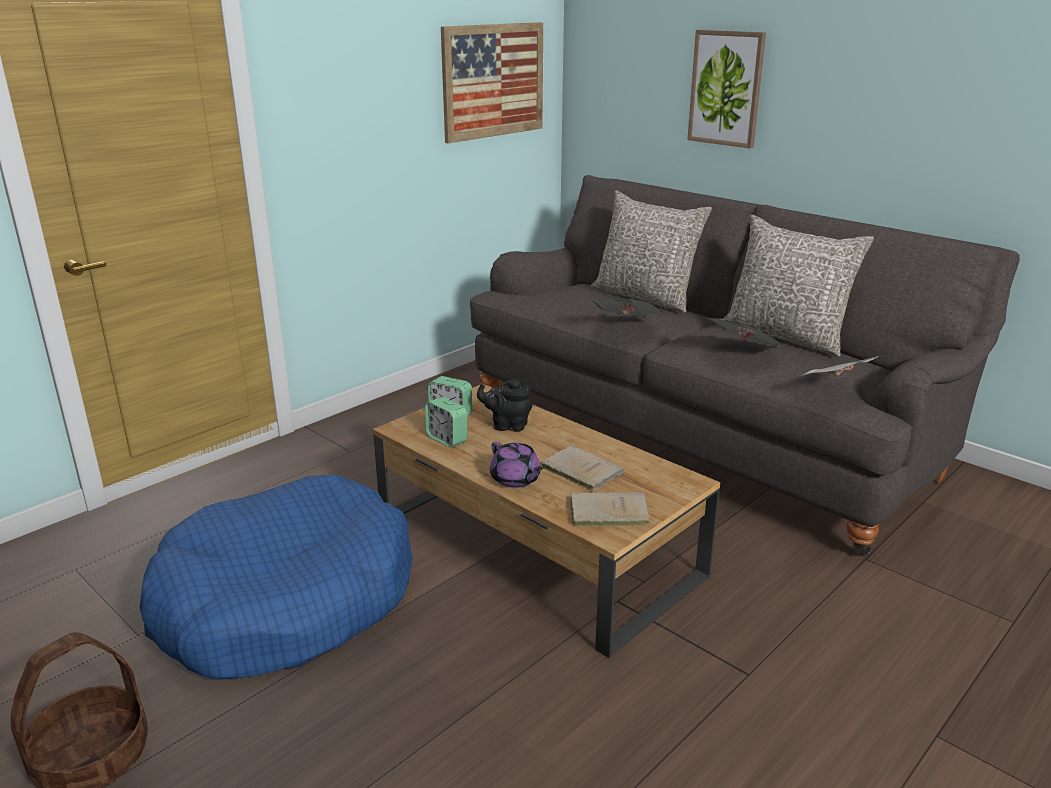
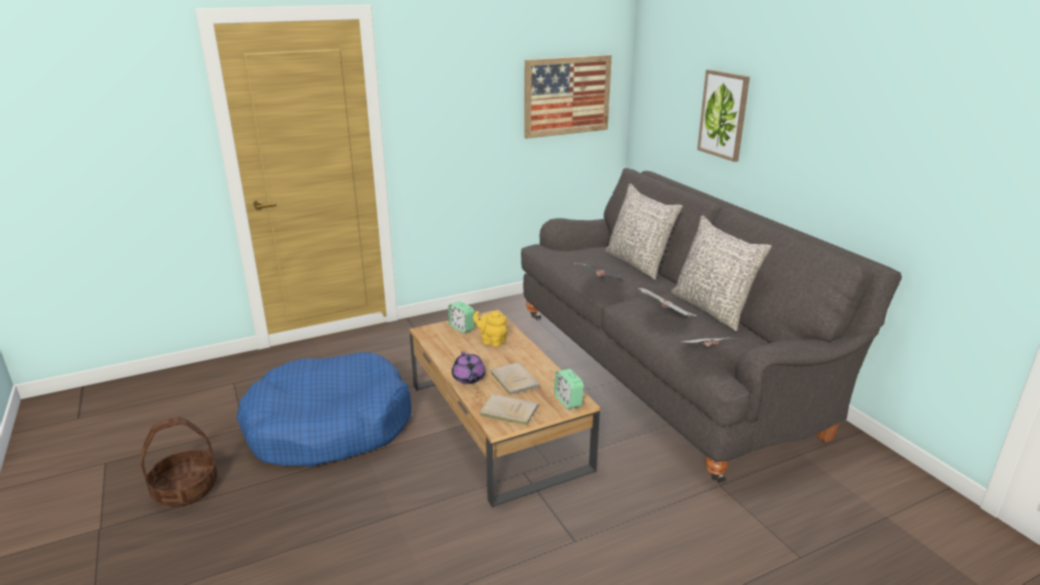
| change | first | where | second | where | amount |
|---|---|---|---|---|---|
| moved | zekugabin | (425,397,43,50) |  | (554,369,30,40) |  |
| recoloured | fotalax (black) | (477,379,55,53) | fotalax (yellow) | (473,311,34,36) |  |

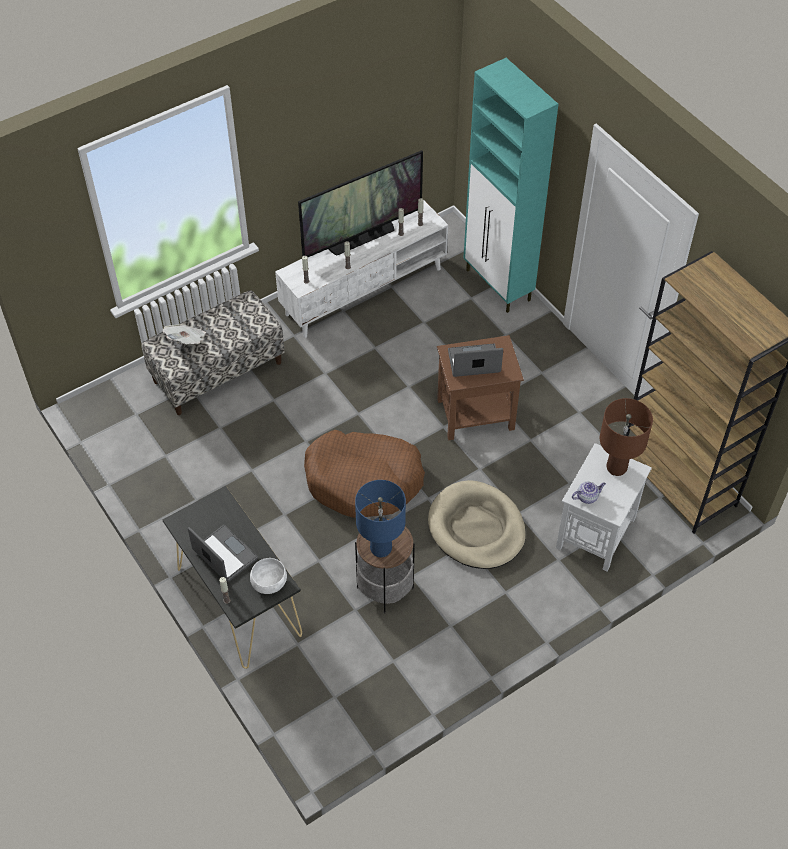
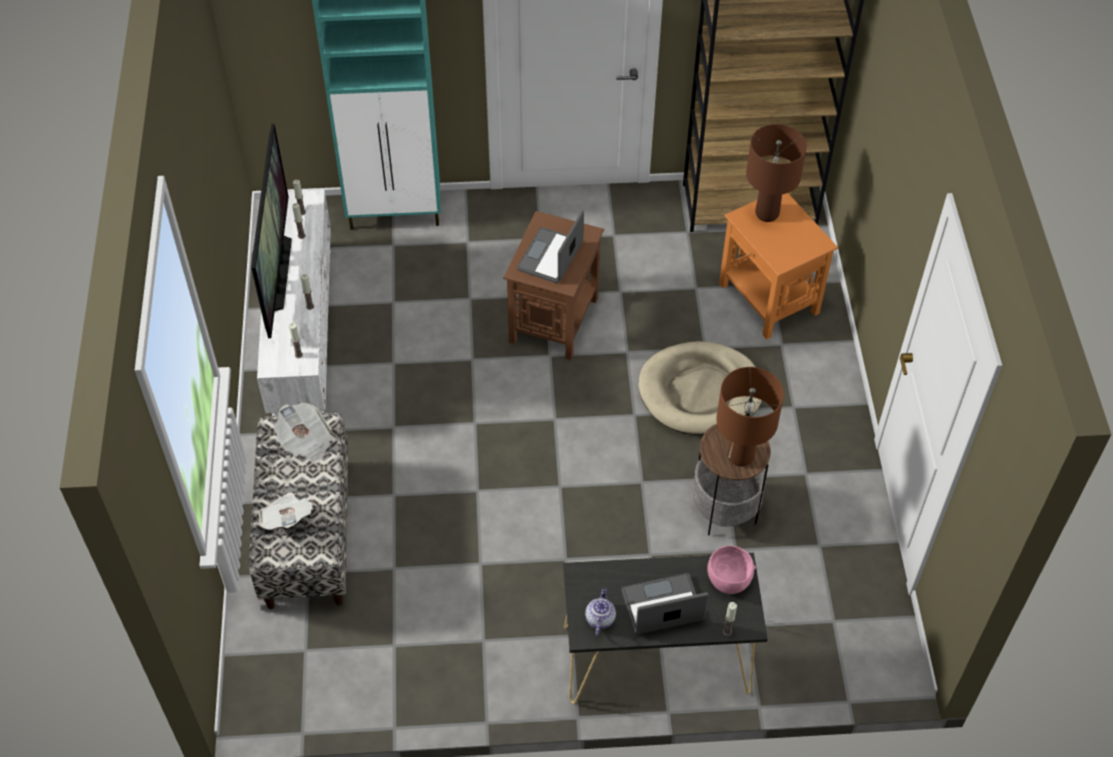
| change | first | where | second | where | amount |
|---|---|---|---|---|---|
| removed | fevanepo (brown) | (304,430,121,88) |  |  |  |
| added |  |  | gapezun | (274,403,60,61) |  |
| moved | fotalax | (572,482,34,22) |  | (585,587,31,49) |  |
| recoloured | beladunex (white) | (250,558,37,36) | beladunex (pink) | (707,546,49,48) |  |
| recoloured | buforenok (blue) | (355,480,51,77) | buforenok (brown) | (716,367,68,100) |  |
| recoloured | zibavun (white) | (556,443,96,128) | zibavun (orange) | (719,193,119,146) |  |

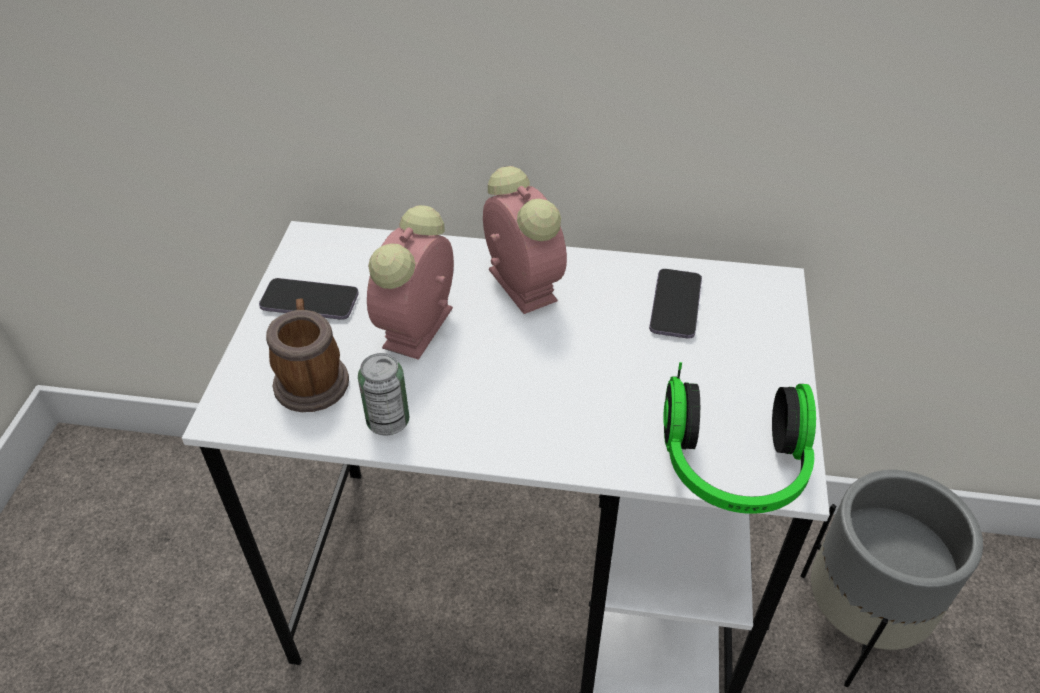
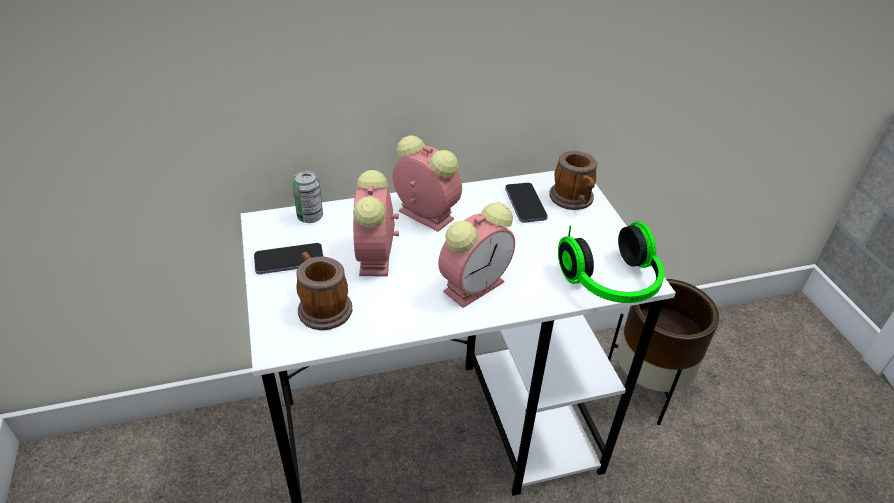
| change | first | where | second | where | amount |
|---|---|---|---|---|---|
| added |  |  | zekugabin | (438,202,77,106) |  |
| added |  |  | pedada | (549,151,48,59) |  |
| moved | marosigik | (358,353,51,82) |  | (292,171,31,52) |  |
| recoloured | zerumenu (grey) | (801,470,182,217) | zerumenu (brown) | (608,279,111,146) |  |

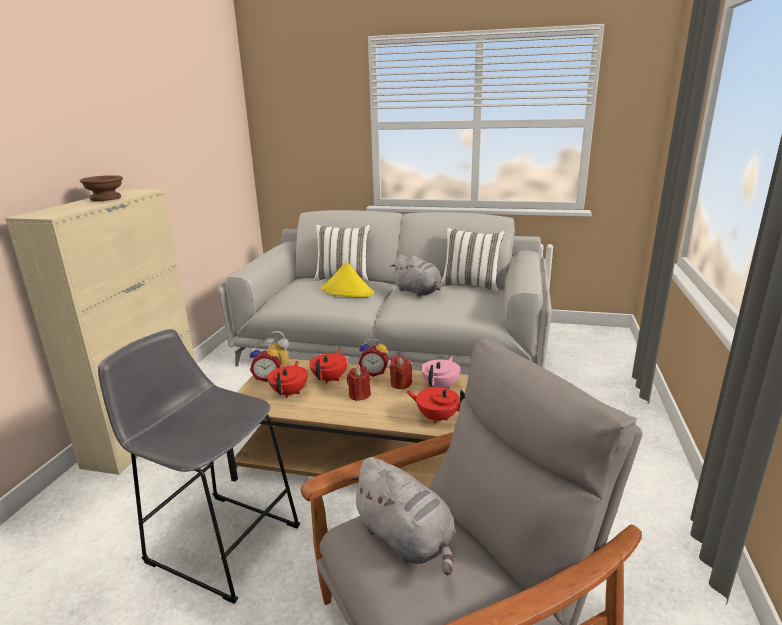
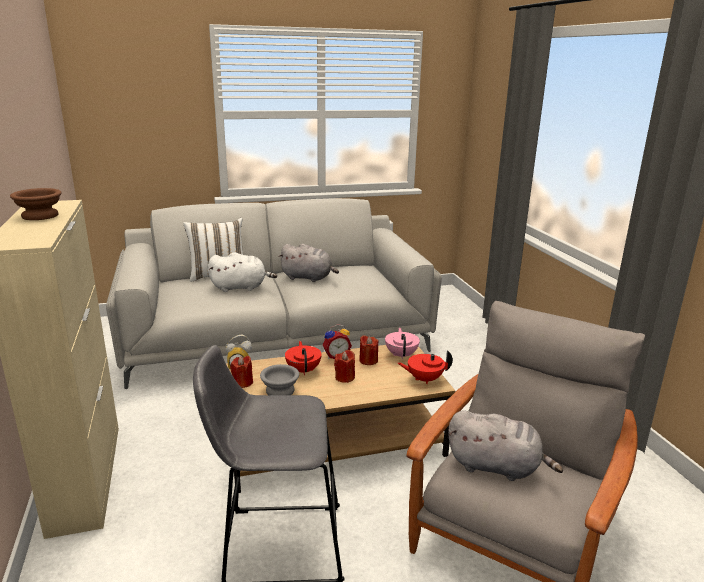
| change | first | where | second | where | amount |
|---|---|---|---|---|---|
| removed | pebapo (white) | (440,228,65,64) |  |  |  |
| replaced | zekugabin | (250,344,31,38) | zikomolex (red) | (230,356,23,32) |  |
| replaced | fotalax (red) | (267,361,41,37) | beladunex (grey) | (260,364,39,31) |  |
| replaced | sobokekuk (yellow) | (321,261,53,36) | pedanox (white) | (208,252,69,40) |  |

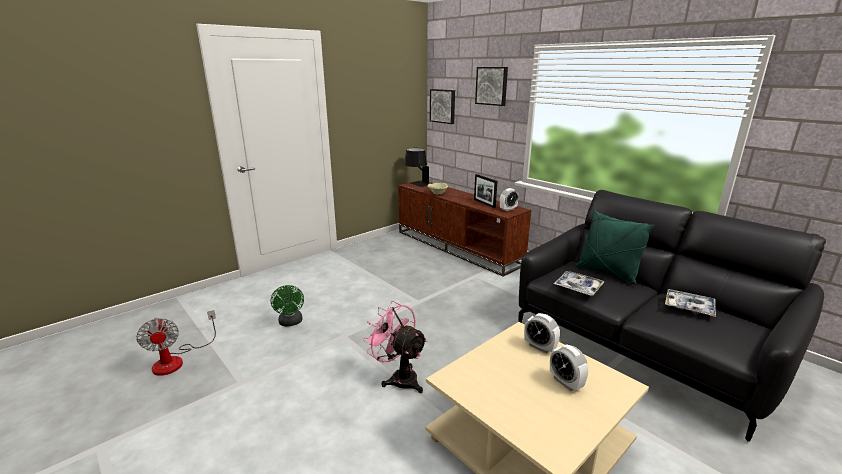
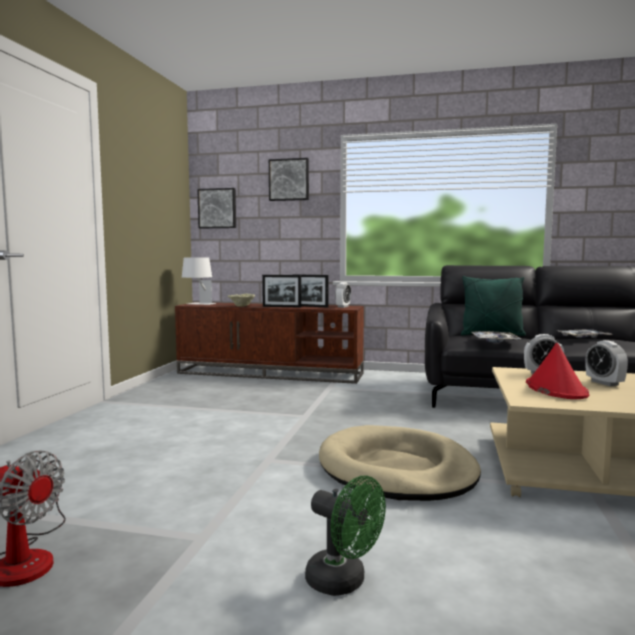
| change | first | where | second | where | amount |
|---|---|---|---|---|---|
| added |  |  | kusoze | (262,275,39,33) |  |
| added |  |  | sobokekuk (red) | (526,343,63,56) |  |
| moved | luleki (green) | (271,285,33,42) |  | (305,476,81,120) |  |
| replaced | luleki (pink) | (363,301,65,92) | fevanepo (beige) | (319,425,162,76) |  |
| recoloured | buforenok (black) | (404,148,25,39) | buforenok (white) | (182,257,34,48) |  |
| turned | zekugabin | (550,344,38,47) |  | (585,340,43,46) | 45 degrees clockwise |

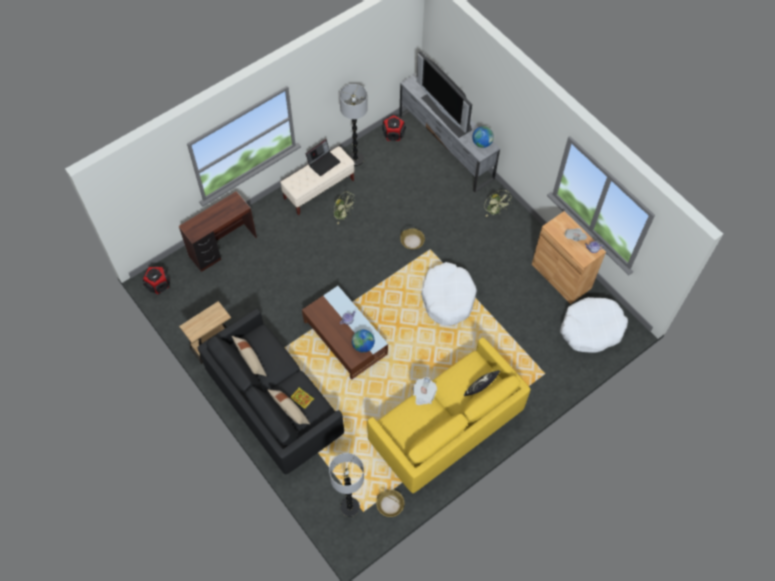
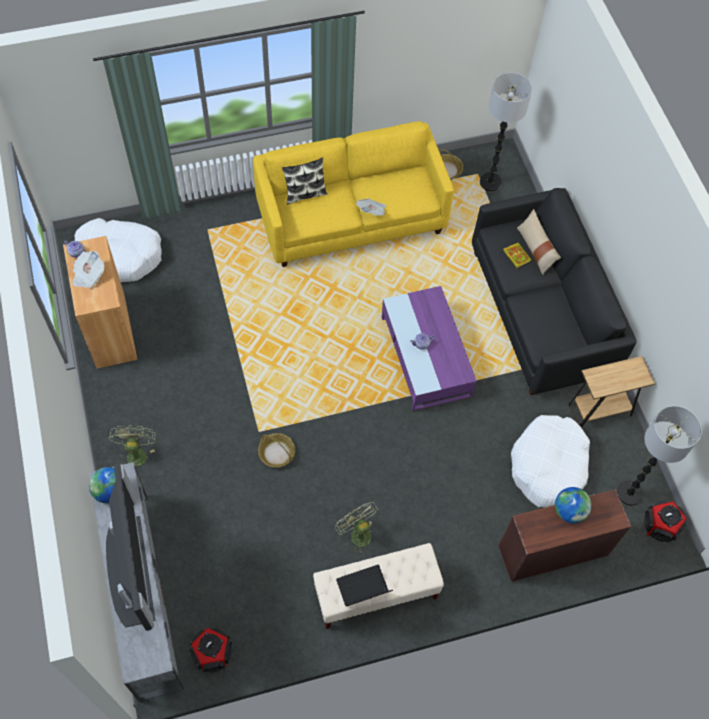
| change | first | where | second | where | amount |
|---|---|---|---|---|---|
| removed | pebapo (beige) | (232,336,35,40) |  |  |  |
| moved | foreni | (339,84,29,82) |  | (617,406,85,100) |  |
| moved | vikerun | (352,330,23,23) |  | (555,487,37,36) |  |
| moved | fevanepo (white) | (421,262,56,64) |  | (511,415,79,92) |  |
| recoloured | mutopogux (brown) | (302,286,86,94) | mutopogux (purple) | (382,286,95,125) |  |

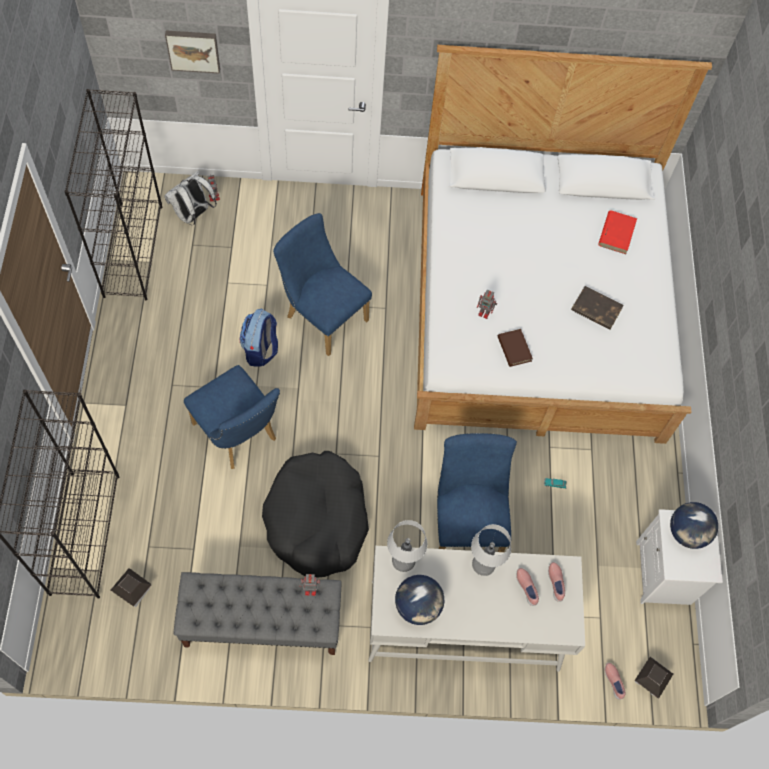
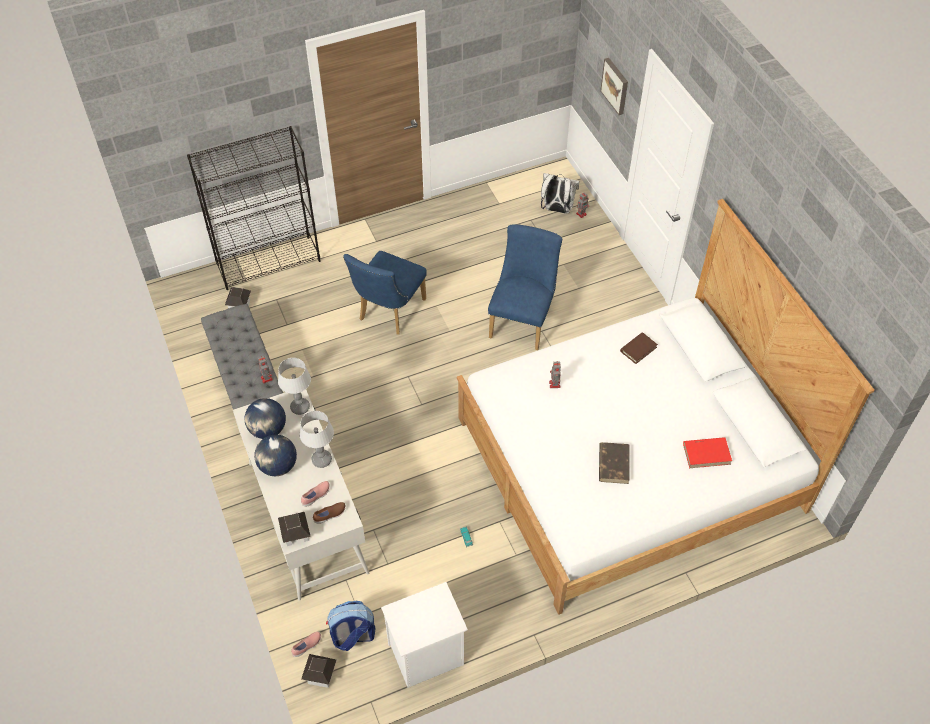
| change | first | where | second | where | amount |
|---|---|---|---|---|---|
| removed | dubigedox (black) | (64,89,99,211) |  |  |  |
| removed | fevanepo (black) | (262,451,107,126) |  |  |  |
| removed | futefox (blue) | (437,433,80,119) |  |  |  |
| added |  |  | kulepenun | (278,512,33,34) |  |
| moved | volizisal | (240,309,38,57) |  | (326,601,49,50) |  |
| moved | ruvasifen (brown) | (498,329,35,38) |  | (620,332,38,32) |  |
| moved | vikerun | (670,502,48,47) |  | (254,435,43,41) |  |
| recoloured | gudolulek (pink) | (548,562,17,40) | gudolulek (brown) | (313,502,33,22) |  |

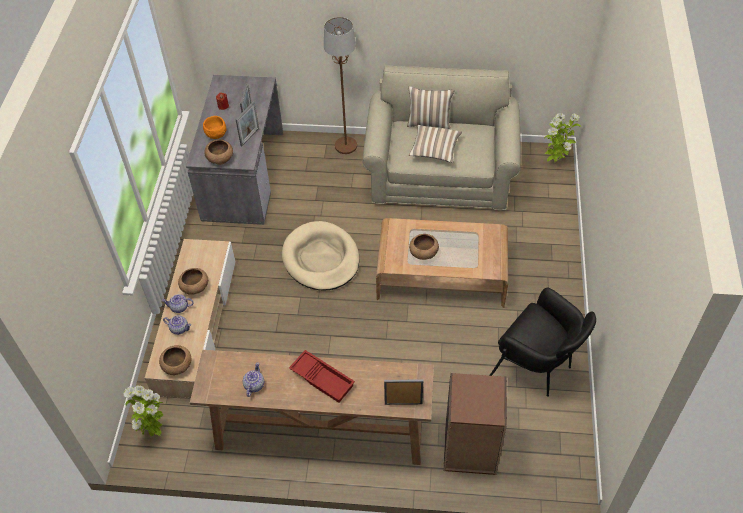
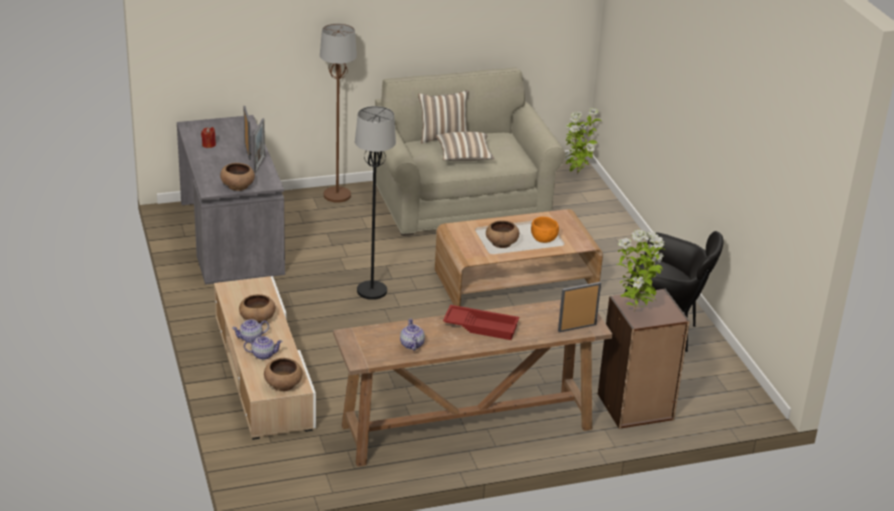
| change | first | where | second | where | amount |
|---|---|---|---|---|---|
| moved | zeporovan | (124,385,40,52) |  | (616,230,49,82) |  |
| moved | beladunex (orange) | (203,116,23,23) |  | (531,217,28,26) |  |
| replaced | fevanepo (beige) | (282,221,78,69) | foreni (black) | (355,106,41,194) |  |

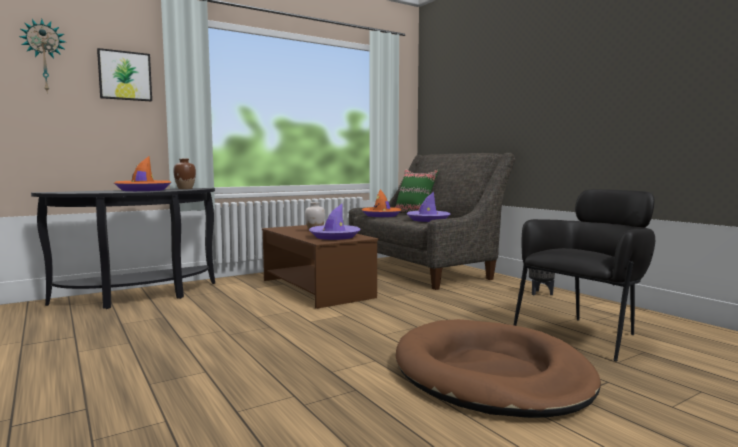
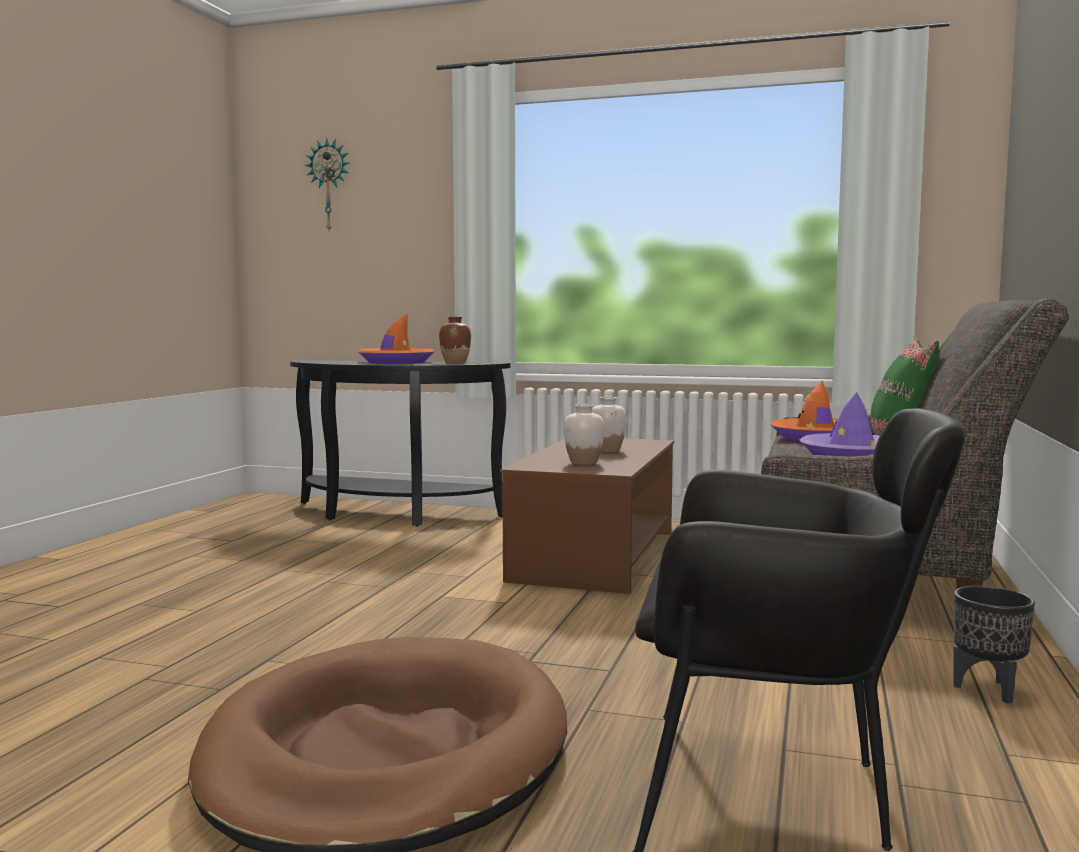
| change | first | where | second | where | amount |
|---|---|---|---|---|---|
| removed | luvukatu | (97,48,55,53) |  |  |  |
| replaced | sobokekuk (purple) | (309,203,52,37) | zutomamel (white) | (564,404,40,61) |  |

